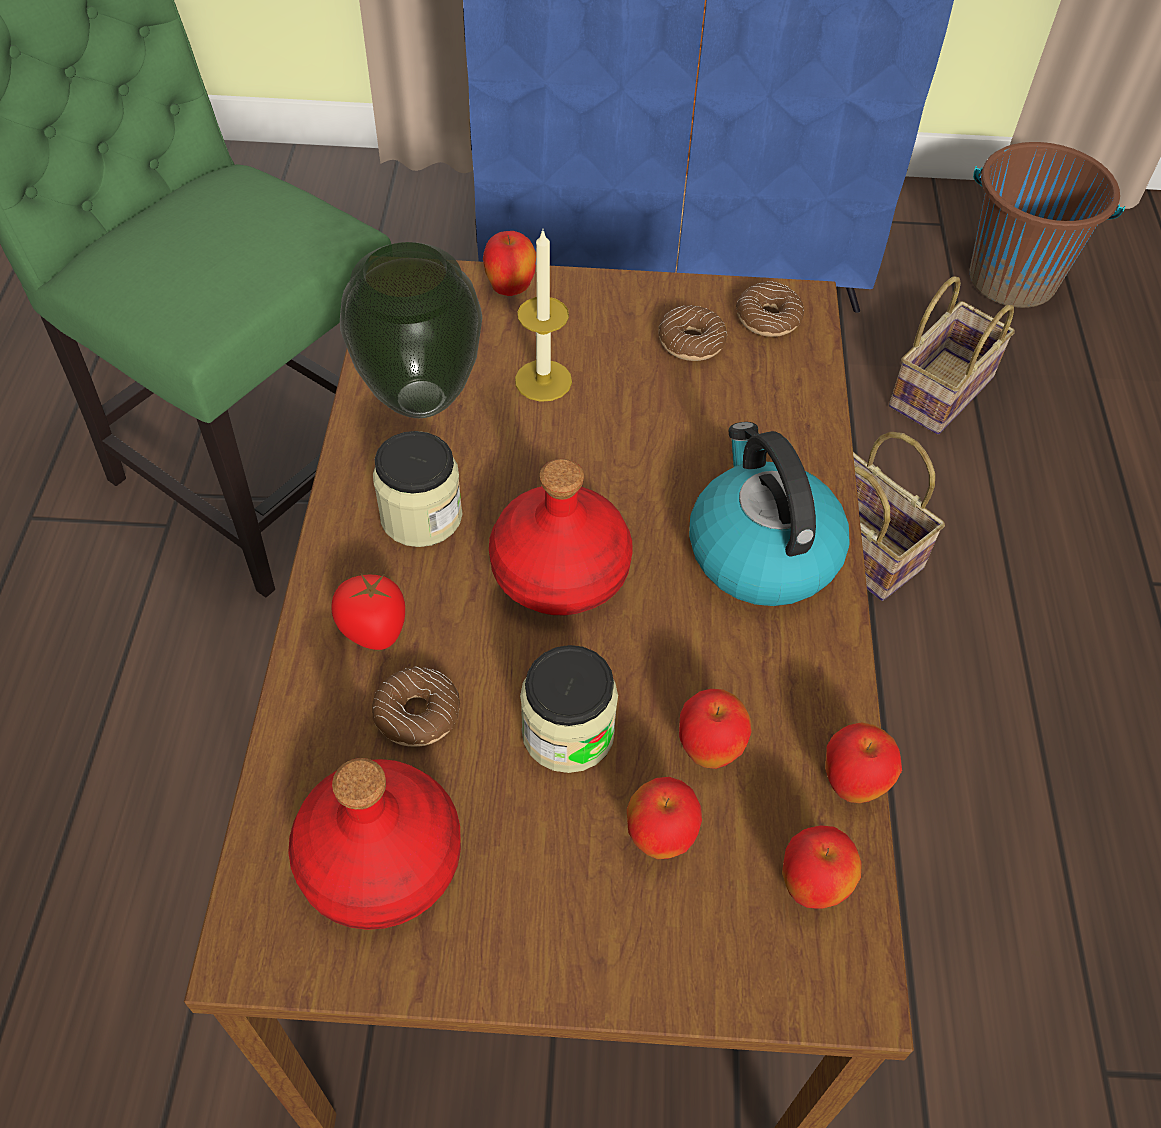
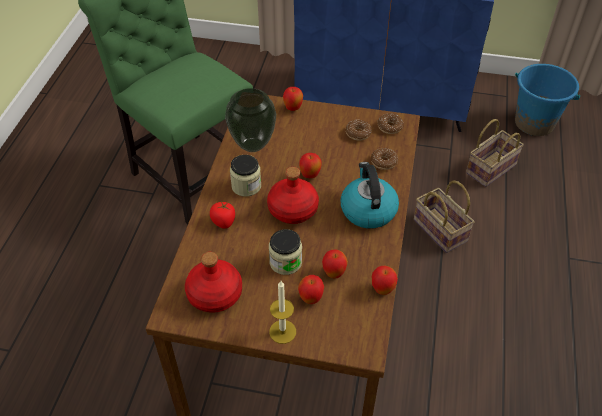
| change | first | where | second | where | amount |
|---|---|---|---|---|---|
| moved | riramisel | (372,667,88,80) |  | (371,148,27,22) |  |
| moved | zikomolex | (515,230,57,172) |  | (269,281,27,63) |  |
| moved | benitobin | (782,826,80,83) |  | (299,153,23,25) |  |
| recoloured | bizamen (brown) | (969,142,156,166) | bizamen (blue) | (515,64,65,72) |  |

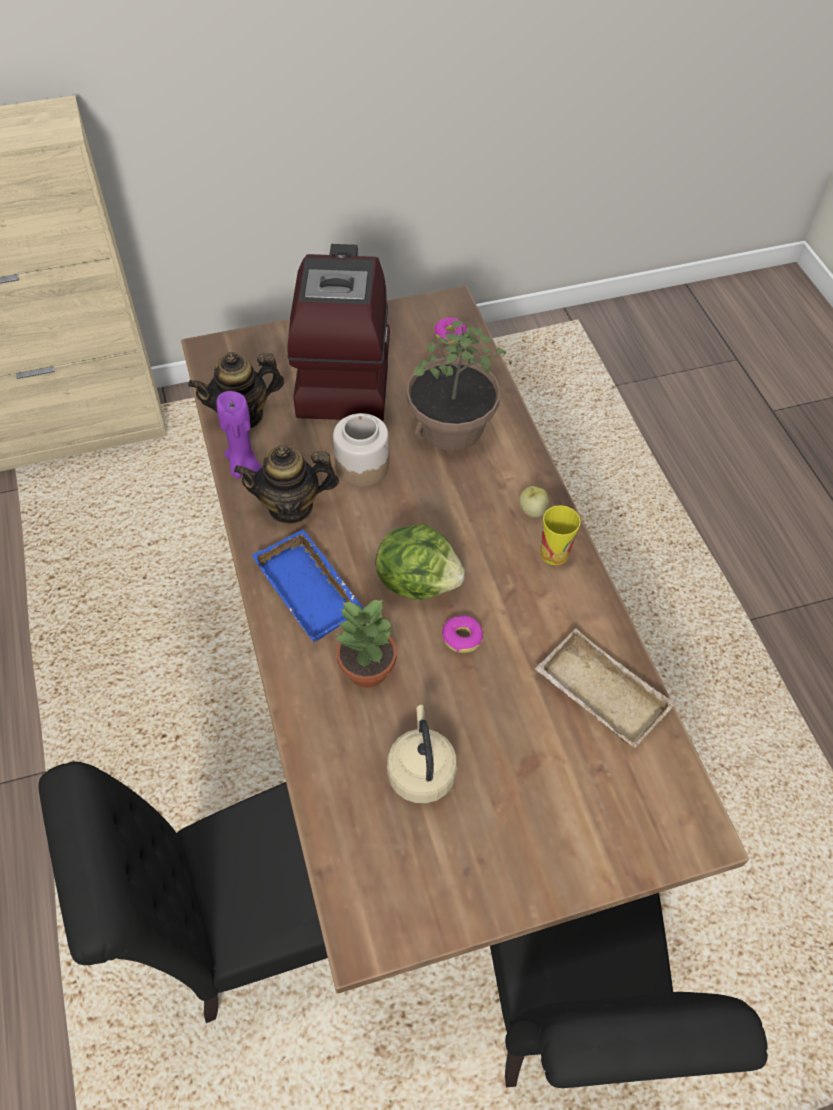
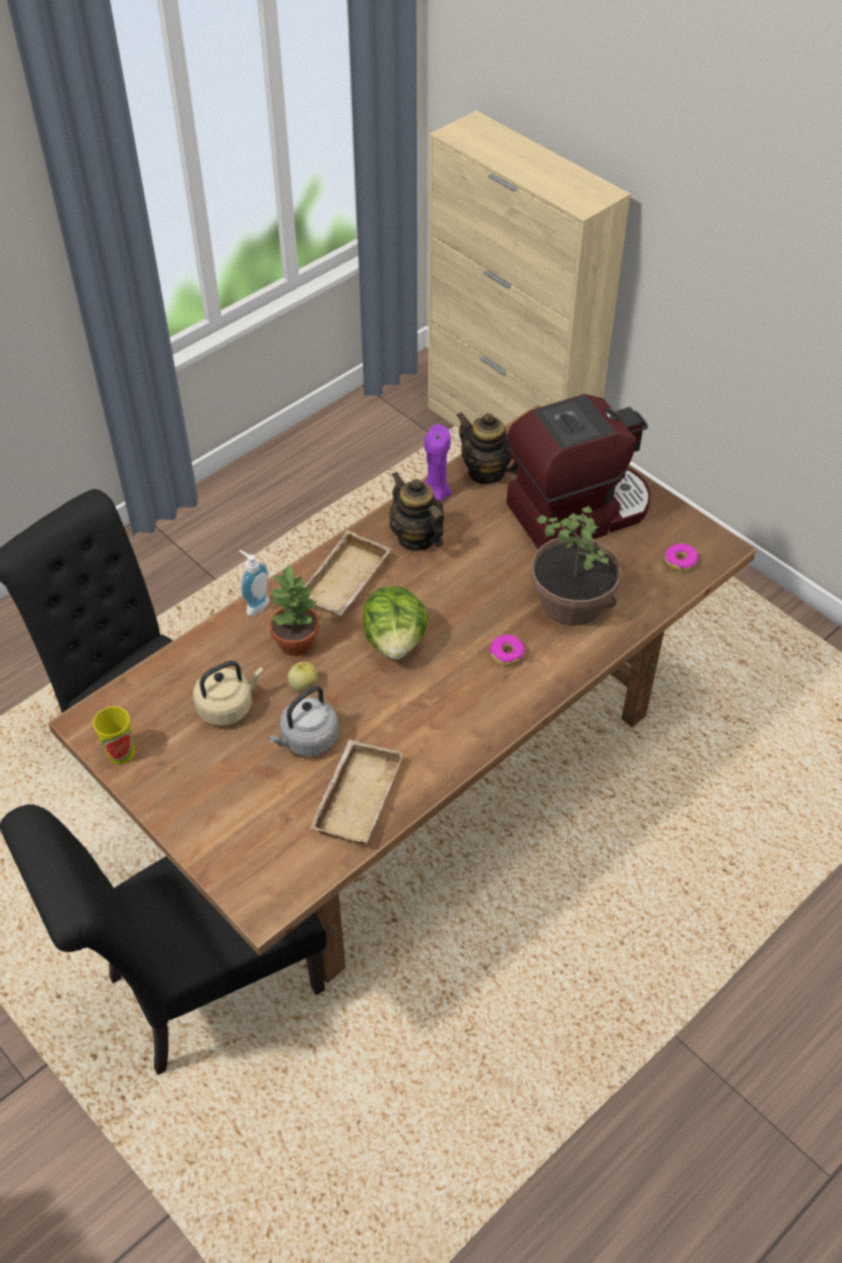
| change | first | where | second | where | amount |
|---|---|---|---|---|---|
| removed | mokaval | (333,413,56,74) |  |  |  |
| added |  |  | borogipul | (239,550,31,66) |  |
| added |  |  | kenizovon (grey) | (268,686,71,70) |  |
| moved | riramisel | (442,615,41,38) |  | (490,635,35,31) |  |
| moved | benitobin | (519,486,30,32) |  | (288,662,30,29) |  |
| moved | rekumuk | (540,505,41,60) |  | (93,707,42,57) |  |
| recoloured | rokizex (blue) | (252,529,112,113) | rokizex (beige) | (303,530,88,86) |  |

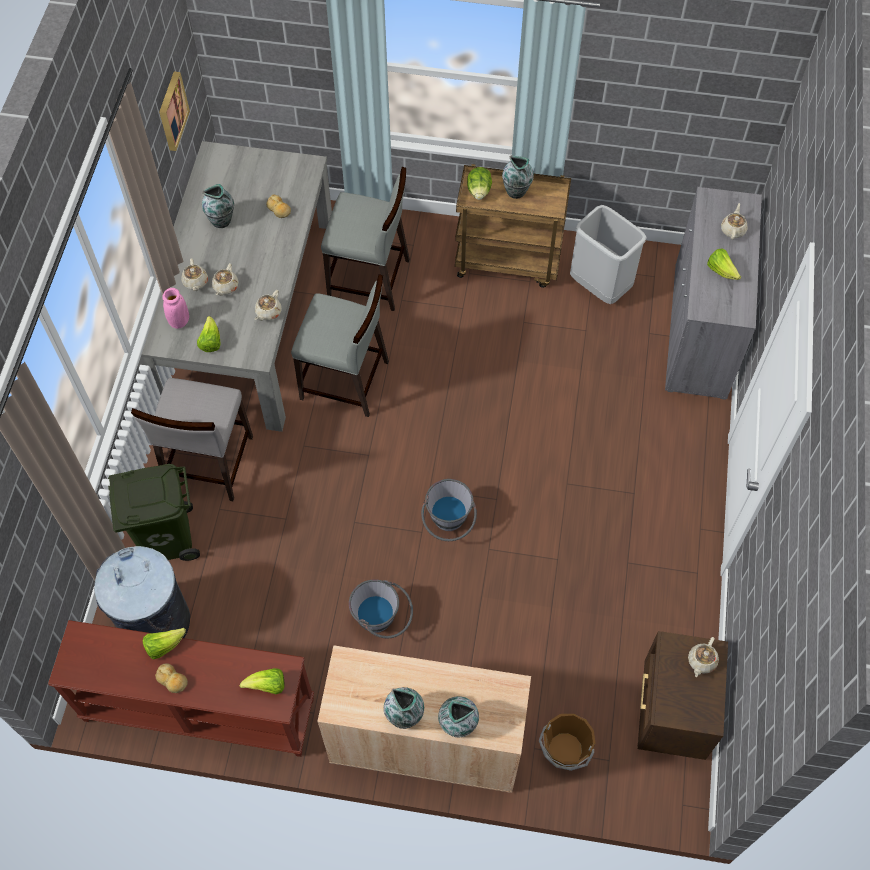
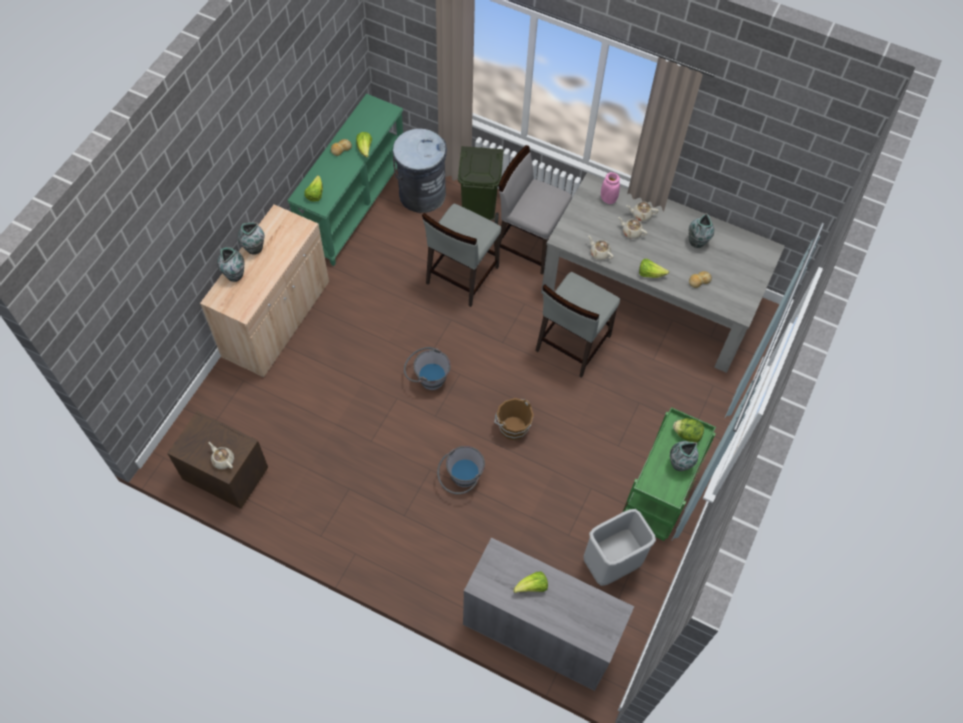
| change | first | where | second | where | amount |
|---|---|---|---|---|---|
| removed | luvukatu | (159,72,31,79) |  |  |  |
| removed | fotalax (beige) | (721,203,27,37) |  |  |  |
| moved | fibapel | (197,316,24,36) |  | (639,259,30,19) |  |
| moved | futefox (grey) | (321,167,89,144) |  | (422,203,79,104) |  |
| moved | bizamen (grey) | (349,579,64,60) |  | (437,446,48,48) |  |
| moved | bizamen (brown) | (538,714,58,57) |  | (494,398,40,42) |  |
| recoloured | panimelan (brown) | (48,620,266,137) | panimelan (green) | (287,94,116,172) |  |
| recoloured | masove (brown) | (455,164,116,124) | masove (green) | (623,407,93,134) |  |

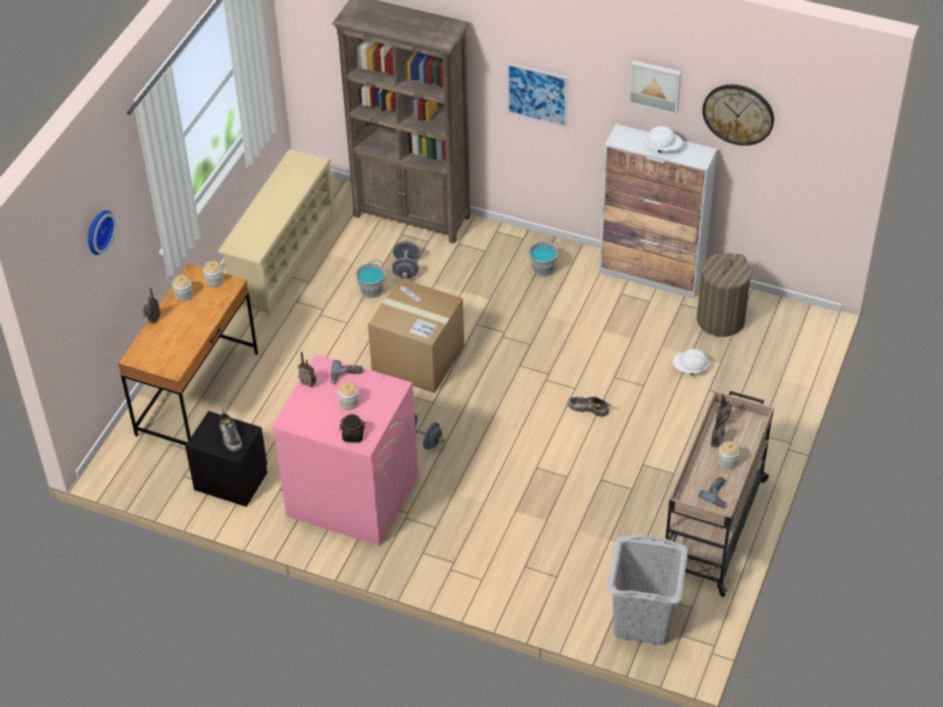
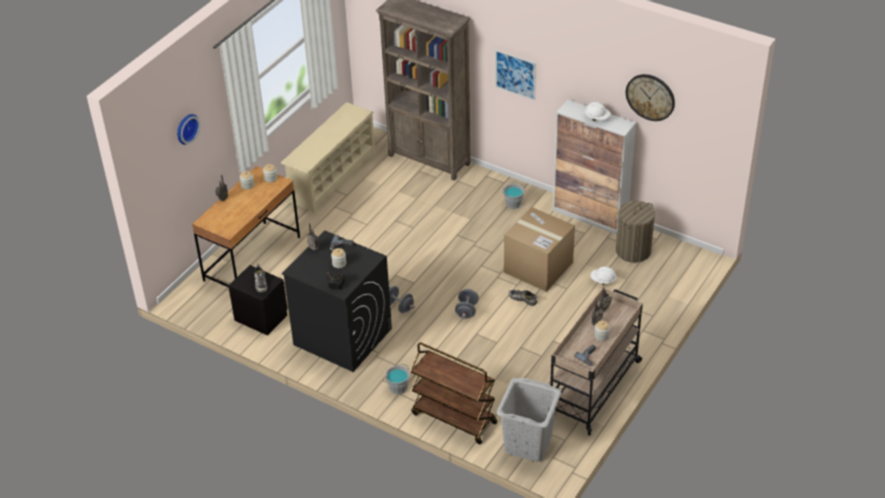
| change | first | where | second | where | amount |
|---|---|---|---|---|---|
| removed | luvukatu | (628,60,54,54) |  |  |  |
| added |  |  | masove (brown) | (410,342,87,102) |  |
| moved | bizamen (grey) | (355,260,30,38) |  | (385,364,25,31) |  |
| moved | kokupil | (368,278,96,115) |  | (504,207,71,85) |  |
| moved | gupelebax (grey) | (392,241,27,38) |  | (455,289,24,30) |  |
| recoloured | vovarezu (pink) | (271,354,147,192) | vovarezu (black) | (282,231,110,141) |  |

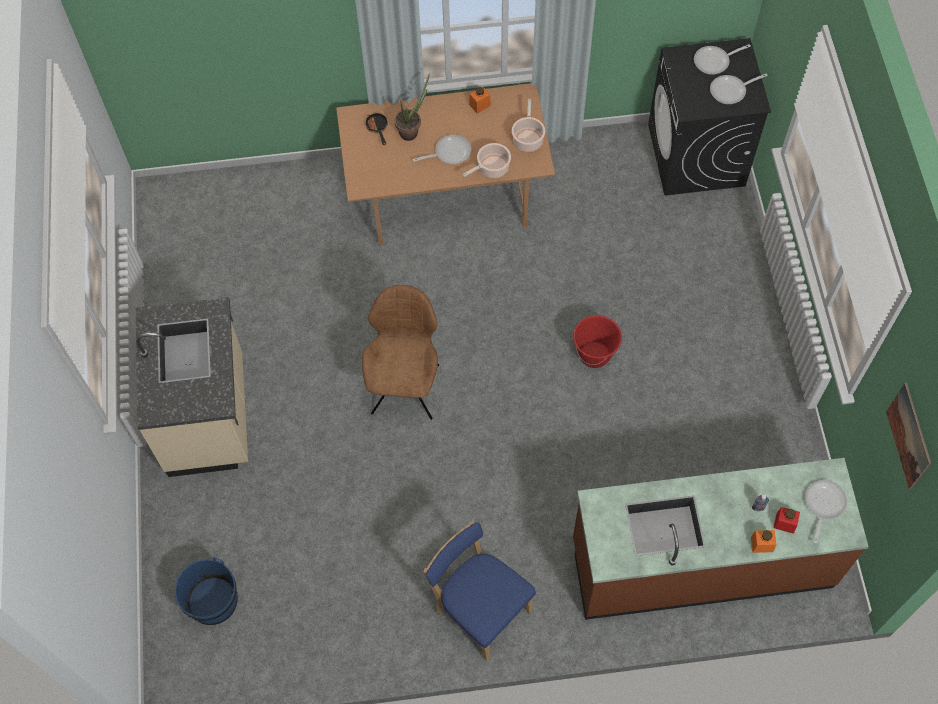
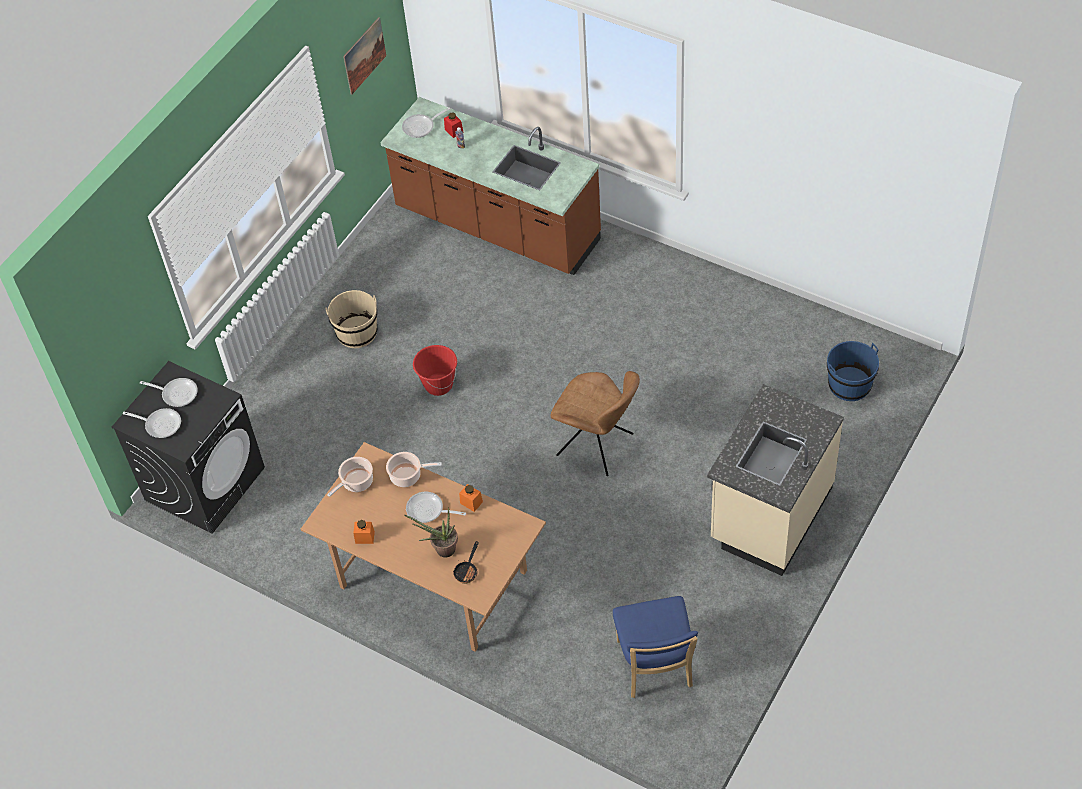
| change | first | where | second | where | amount |
|---|---|---|---|---|---|
| added |  |  | bizamen (beige) | (326,290,51,58) |  |
| moved | futefox (blue) | (423,521,113,140) |  | (613,596,85,102) |  |
| moved | mokaval (orange) | (751,530,25,23) |  | (459,484,24,28) |  |
| turned | futefox (brown) | (362,285,77,135) |  | (550,371,90,105) | 105 degrees counterclockwise |

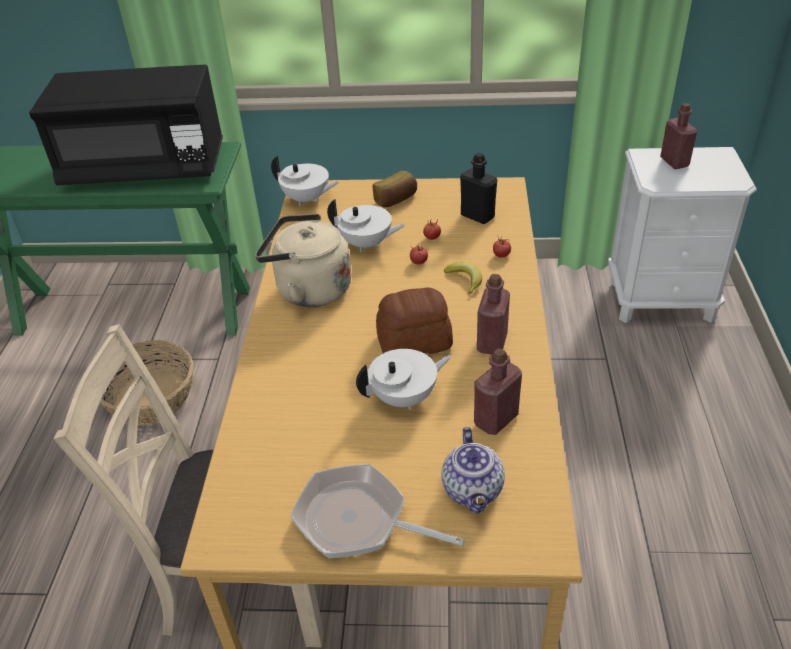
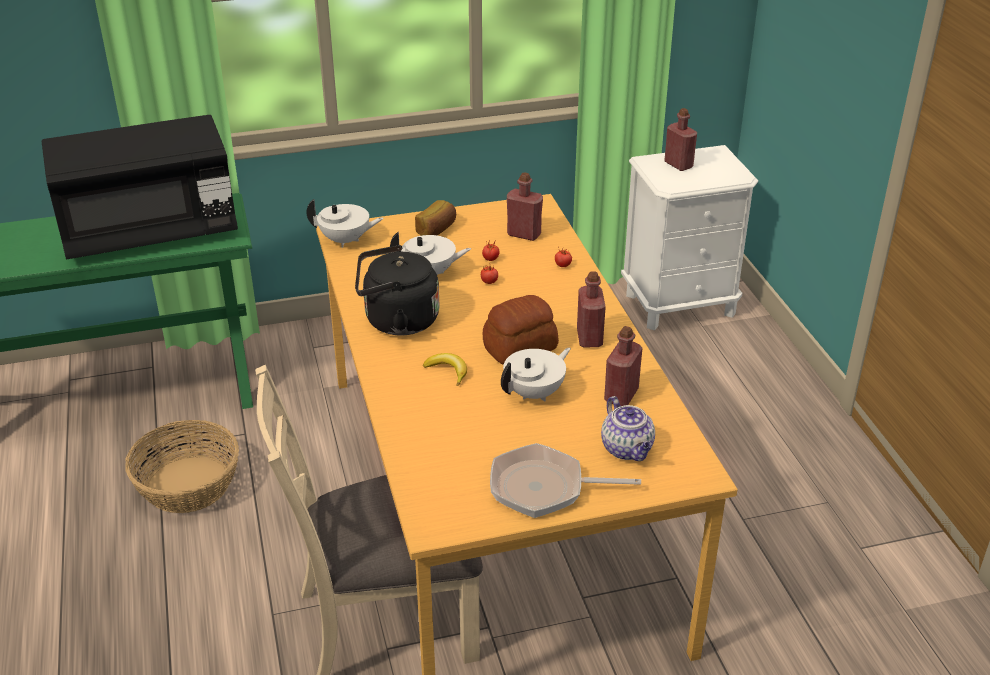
| change | first | where | second | where | amount |
|---|---|---|---|---|---|
| moved | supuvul | (444,262,38,33) |  | (423,353,44,33) |  |
| recoloured | kenizovon (beige) | (255,214,96,93) | kenizovon (black) | (355,245,84,91) |  |
| recoloured | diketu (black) | (460,153,37,71) | diketu (red) | (507,172,36,69) |  |

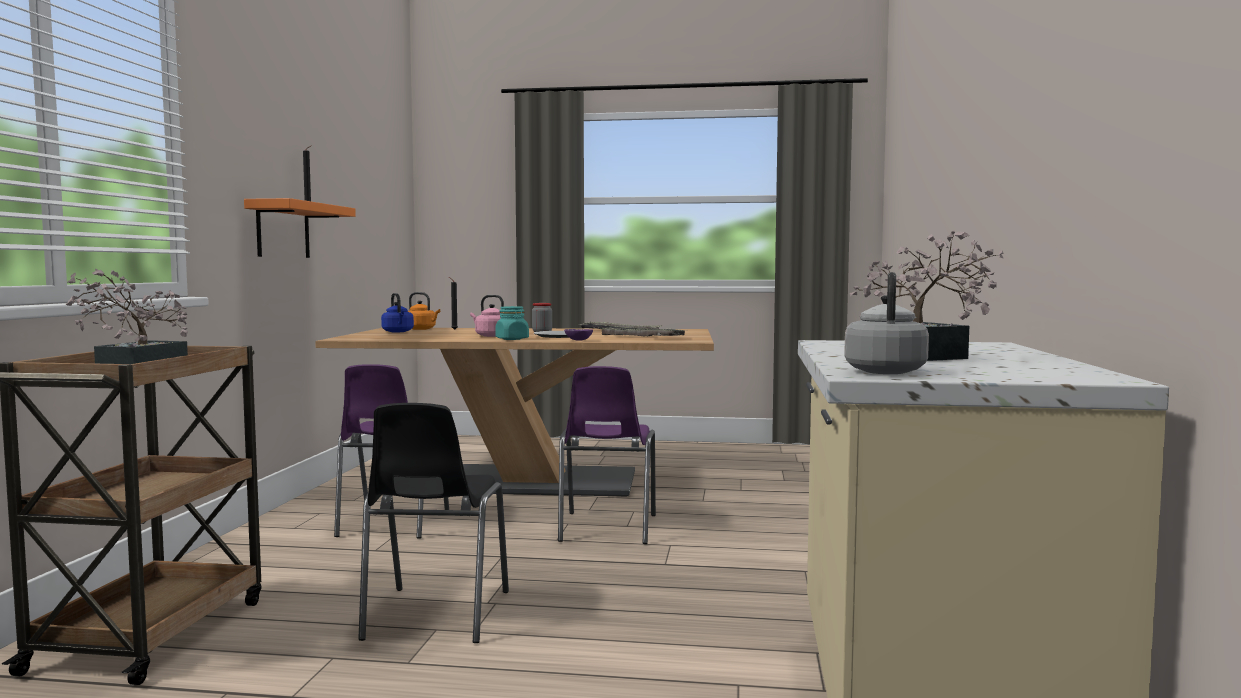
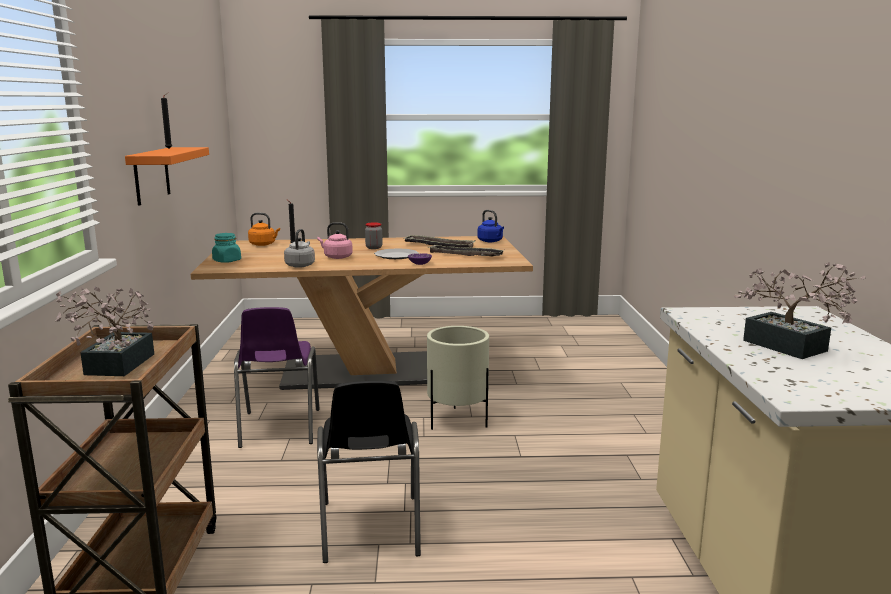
| change | first | where | second | where | amount |
|---|---|---|---|---|---|
| moved | kenizovon (blue) | (381,293,33,39) |  | (478,210,26,32) |  |
| moved | mokaval (turquoise) | (496,306,33,34) |  | (212,233,29,30) |  |
| moved | kenizovon (grey) | (844,272,85,102) |  | (284,229,31,39) |  |
| replaced | futefox (purple) | (558,366,98,178) | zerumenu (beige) | (427,326,62,104) |  |

